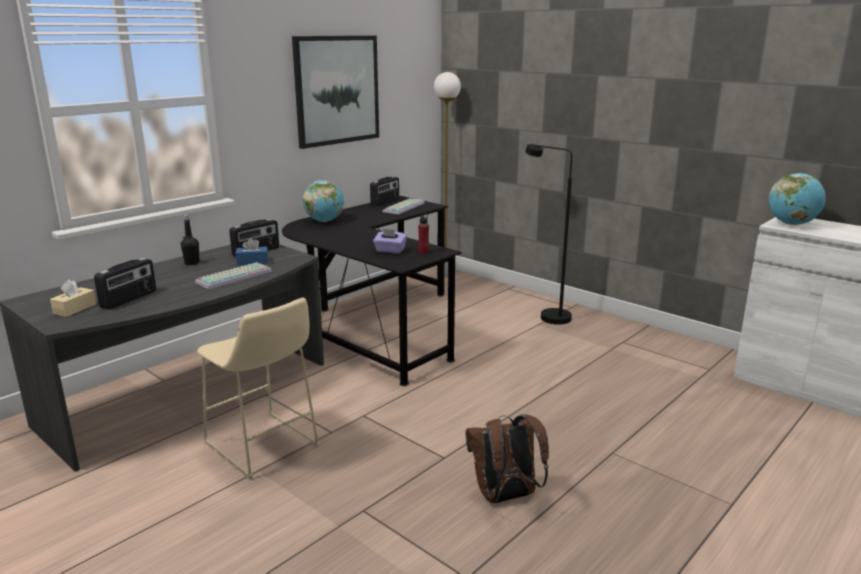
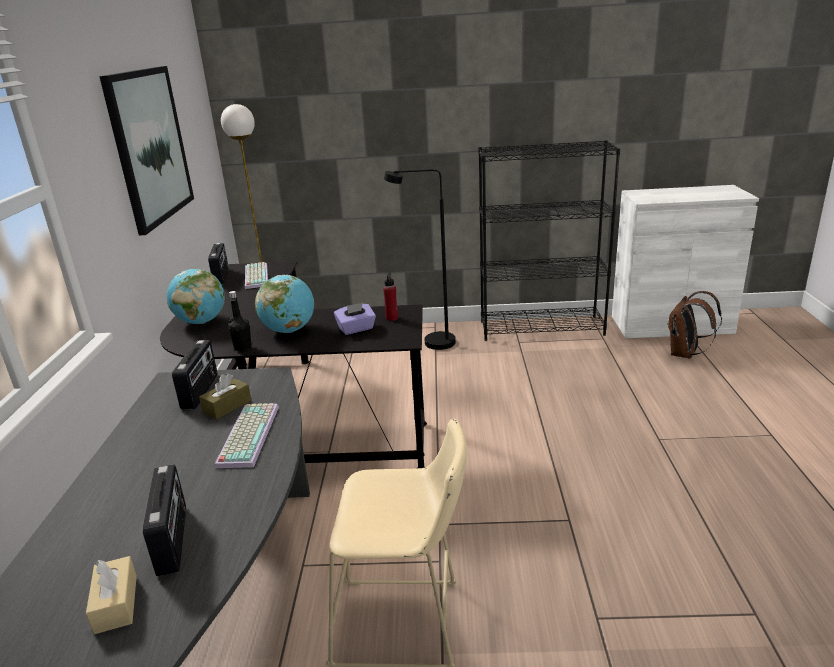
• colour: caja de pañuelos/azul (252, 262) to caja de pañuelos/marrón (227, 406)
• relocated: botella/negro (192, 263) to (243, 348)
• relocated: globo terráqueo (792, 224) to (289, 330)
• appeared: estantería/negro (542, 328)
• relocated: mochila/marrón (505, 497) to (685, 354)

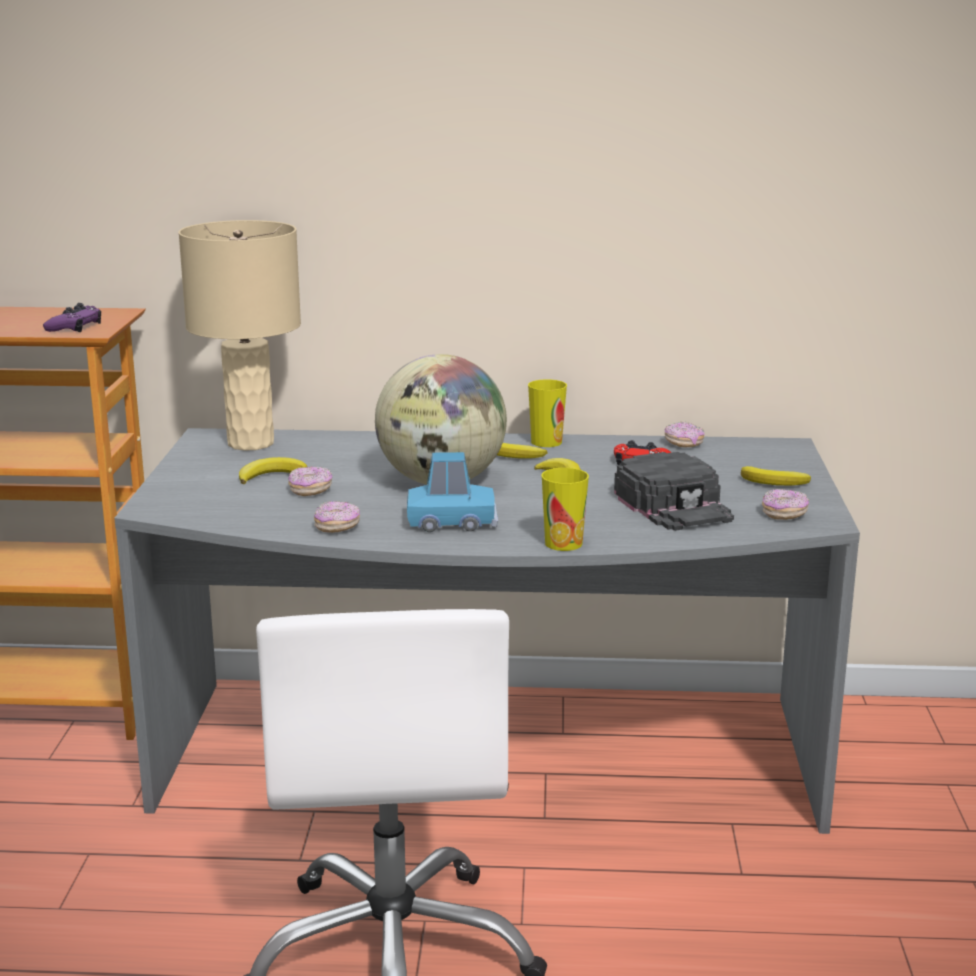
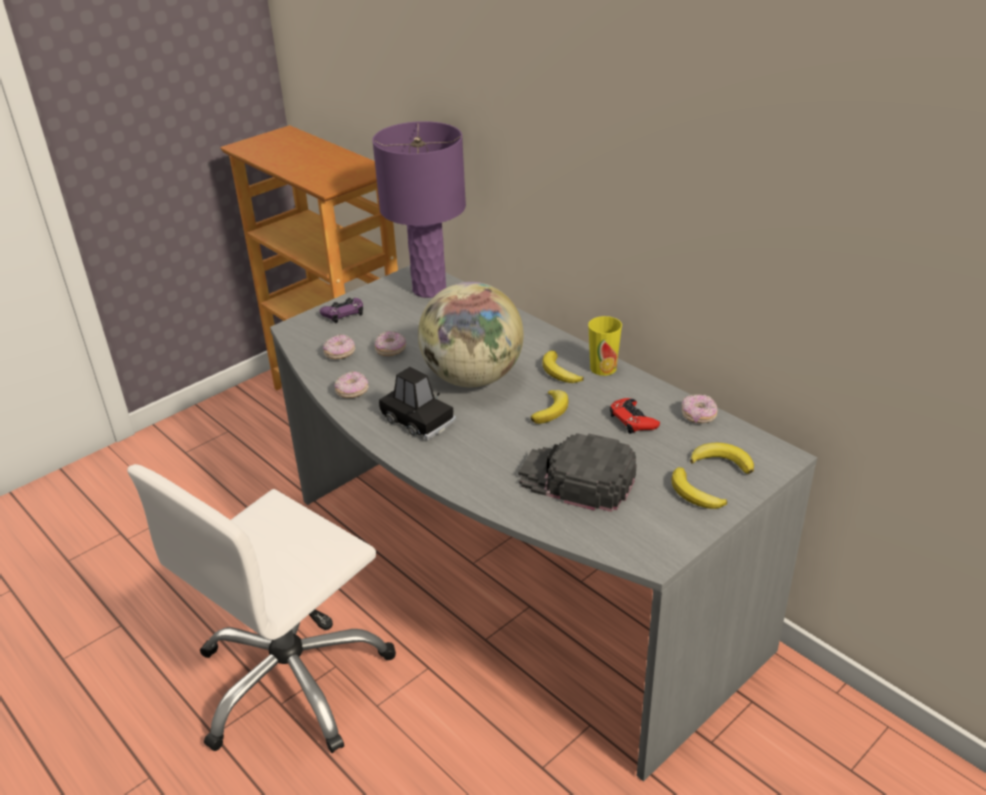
• relocated: mando de consola/morado (74, 326) to (343, 313)
• relocated: rosquilla (784, 514) to (340, 354)
• colour: lámpara de mesa/beis (250, 443) to lámpara de mesa/morado (429, 289)
• colour: coche de juguete/azul (452, 521) to coche de juguete/negro (417, 420)
• spun: gorra/negro (674, 505) = (577, 479) 90 degrees clockwise
• relocated: plátano (271, 475) to (722, 461)
• missing: taza (563, 543)

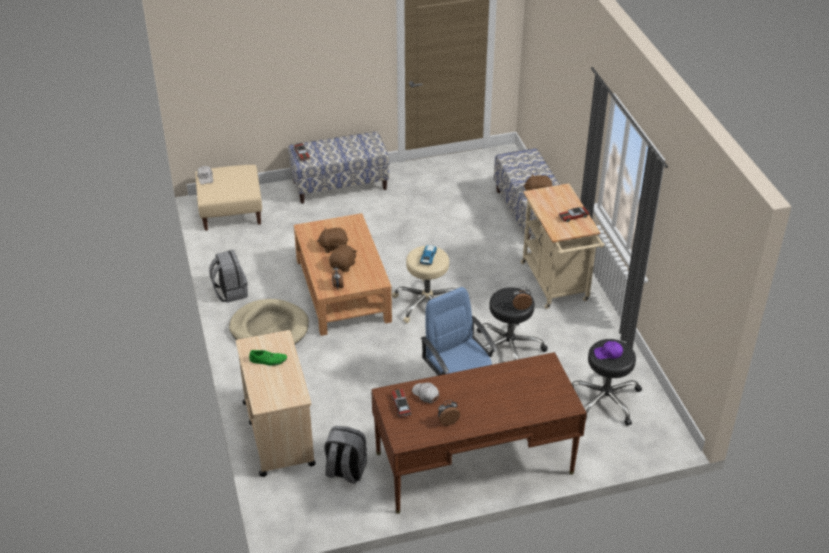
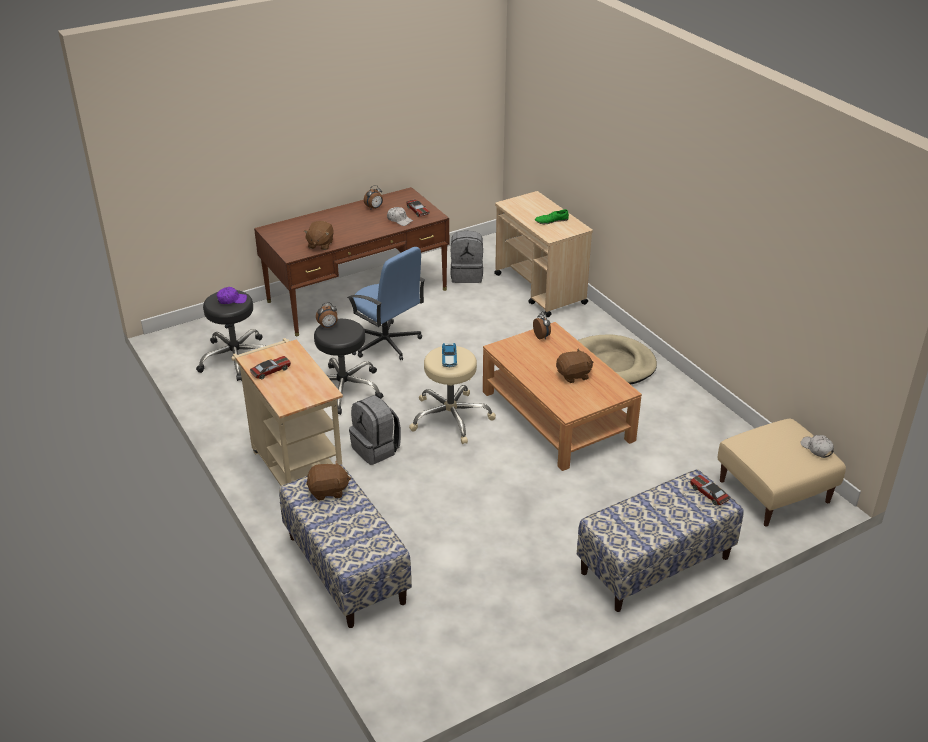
• relocated: peluche/marrón (343, 265) to (320, 244)
• relocated: mochila/gris (230, 292) to (376, 449)

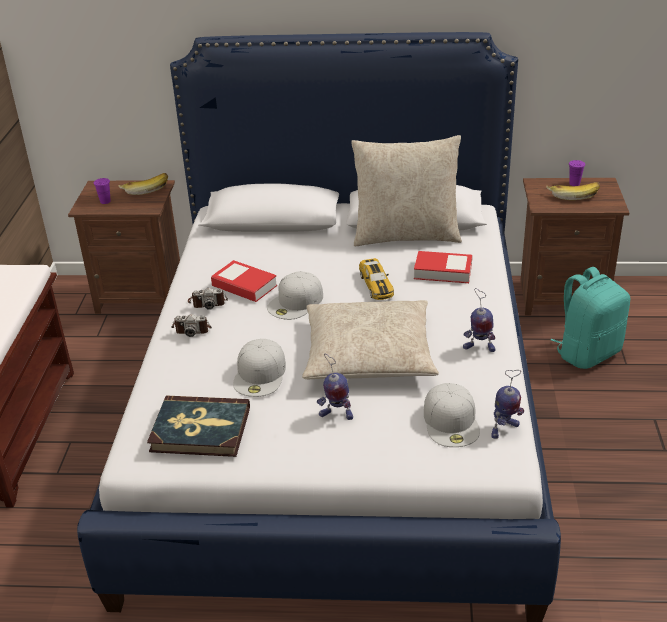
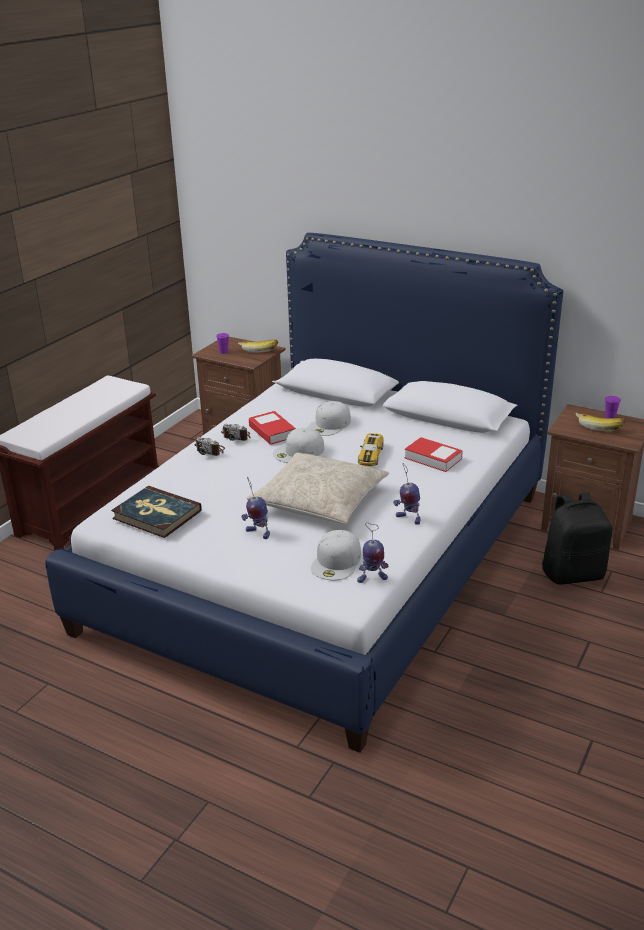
• relocated: gorra/blanco (260, 374) to (329, 424)
• colour: mochila/turquesa (587, 353) to mochila/negro (572, 573)
• missing: cojín/beis (406, 235)

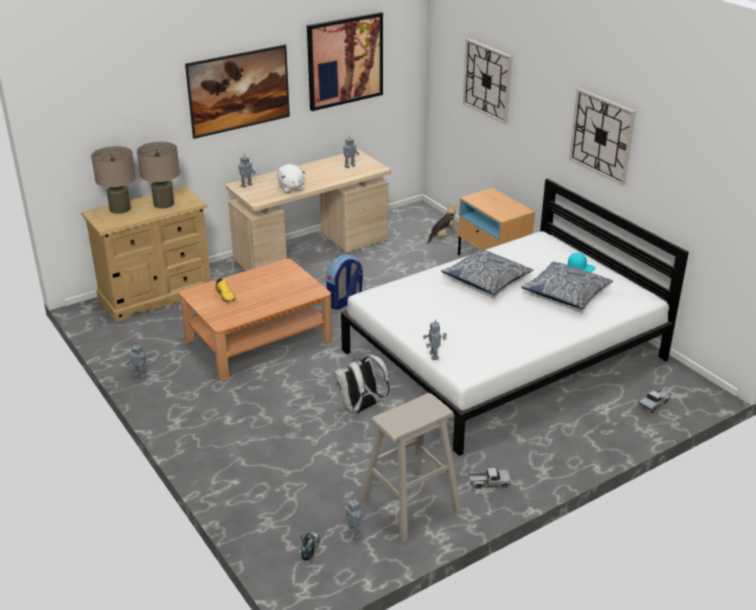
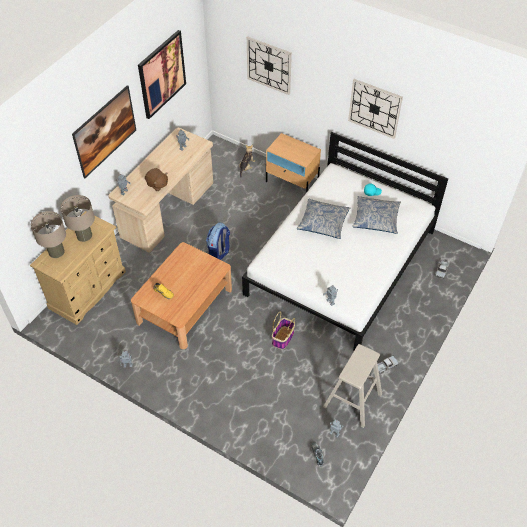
• colour: peluche/blanco (291, 188) to peluche/marrón (157, 185)
• exchanged: mochila/blanco (361, 408) to cesta (283, 338)

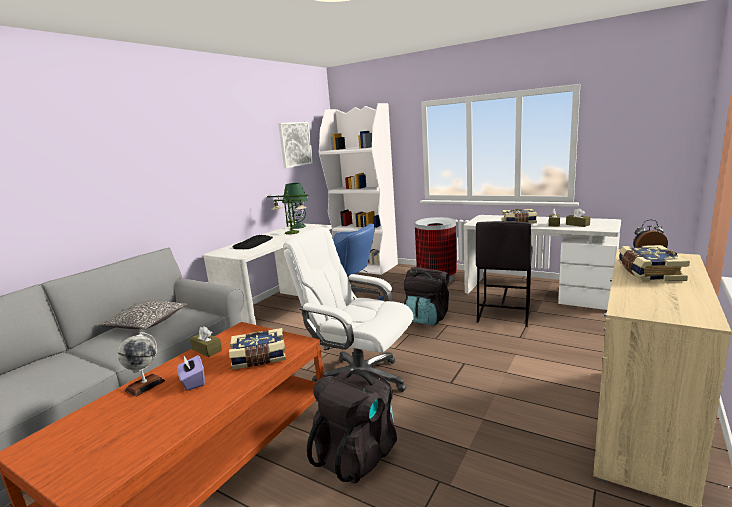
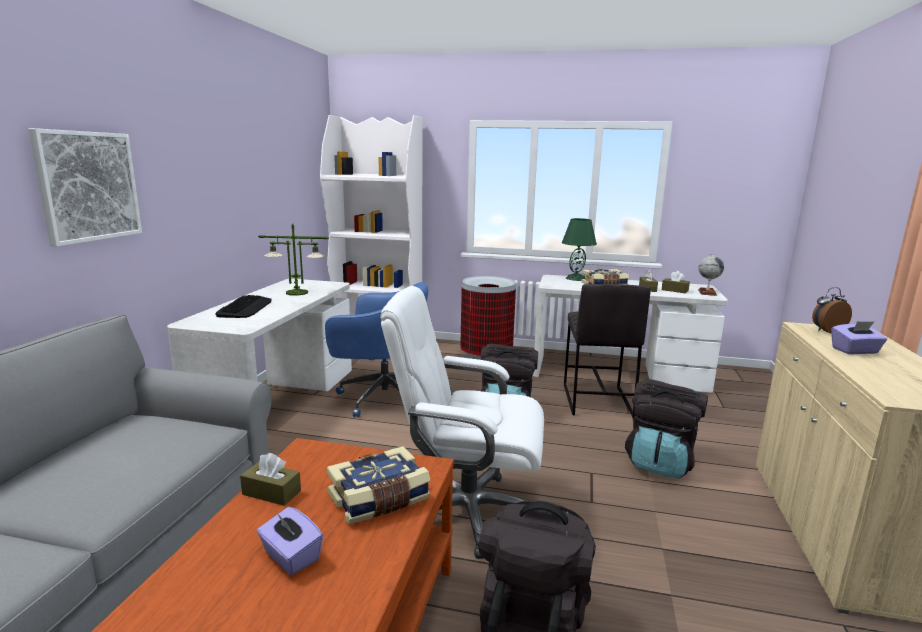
• relocated: cuadro (295, 144) to (88, 186)
• relocated: lámpara de mesa/verde (298, 226) to (576, 278)
• appeared: mochila/negro (660, 462)
• relocated: globo terráqueo (145, 385) to (707, 292)
• exchanged: libro (648, 273) to caja de pañuelos/morado (855, 351)
• missing: cojín (146, 323)

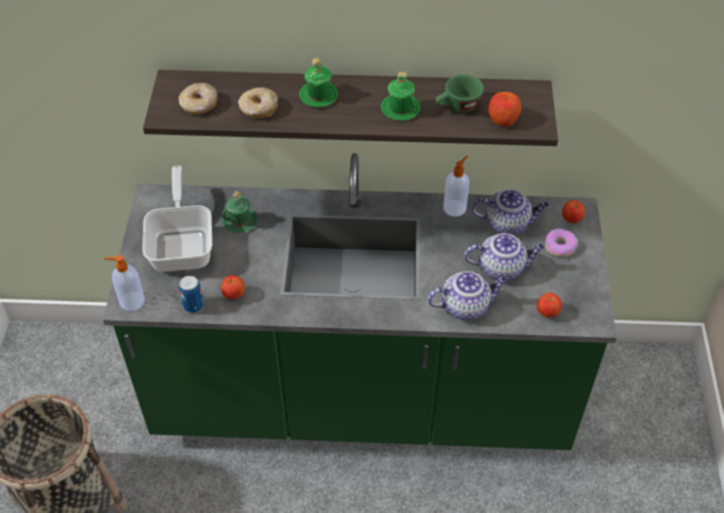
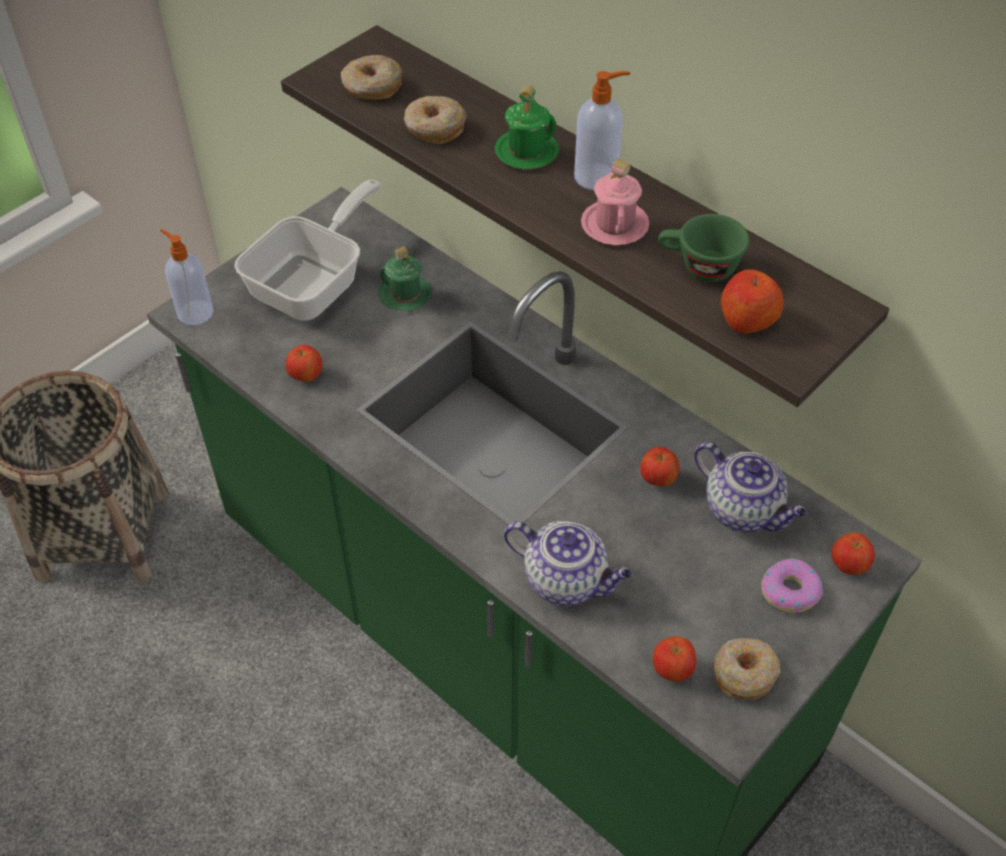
• relocated: dispensador de jabón (455, 207) to (597, 176)
• colour: taza grande/verde (400, 108) to taza grande/rosa (614, 225)
• appeared: manzana (658, 479)
• appeared: rosquilla (744, 673)
• missing: lata (193, 305)
• missing: tetera (502, 268)

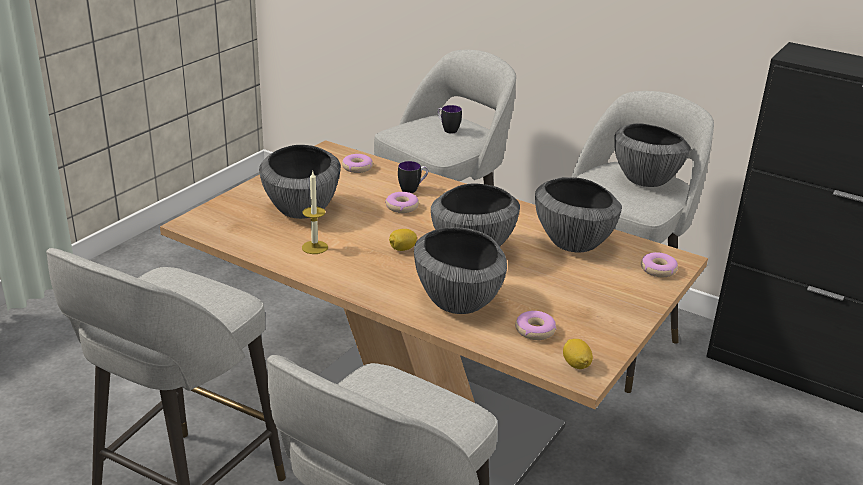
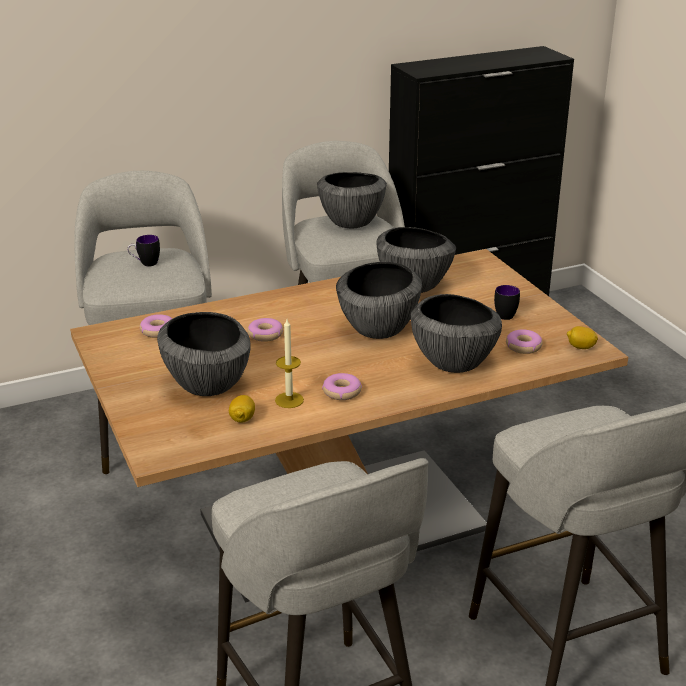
• relocated: limón (402, 249) to (242, 419)
• relocated: rosquilla (658, 270) to (342, 392)
• relocated: taza grande (413, 189) to (505, 314)

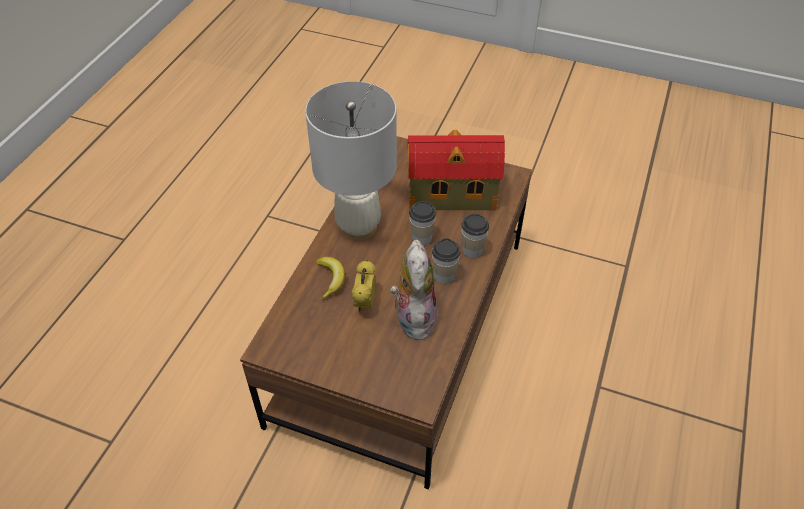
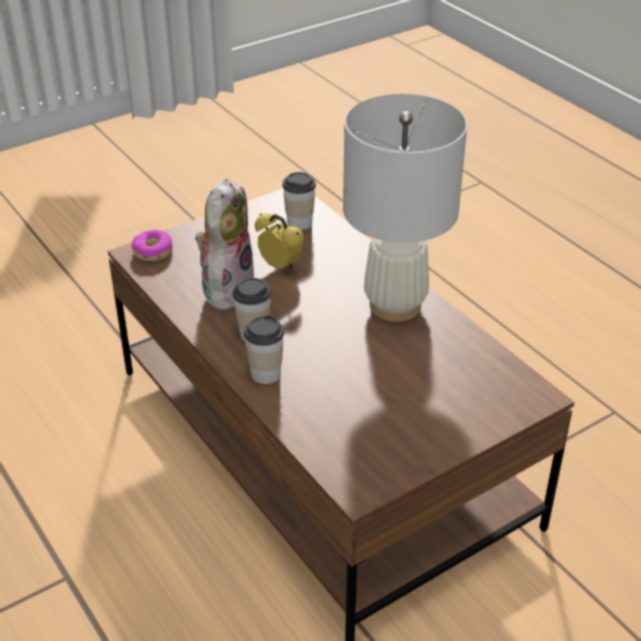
• appeared: rosquilla (152, 251)
• spun: peluche (413, 317) = (227, 289) 105 degrees counterclockwise
• relocated: taza (421, 238) to (299, 223)
• missing: plátano (330, 279)
• missing: casita (449, 195)

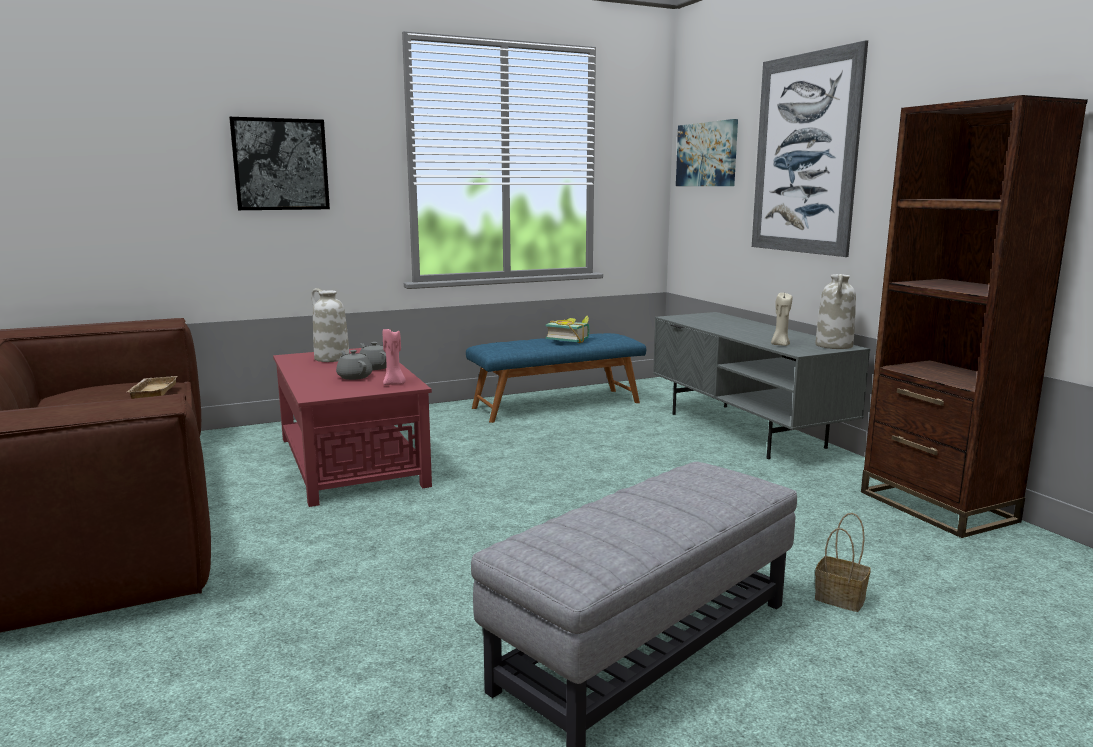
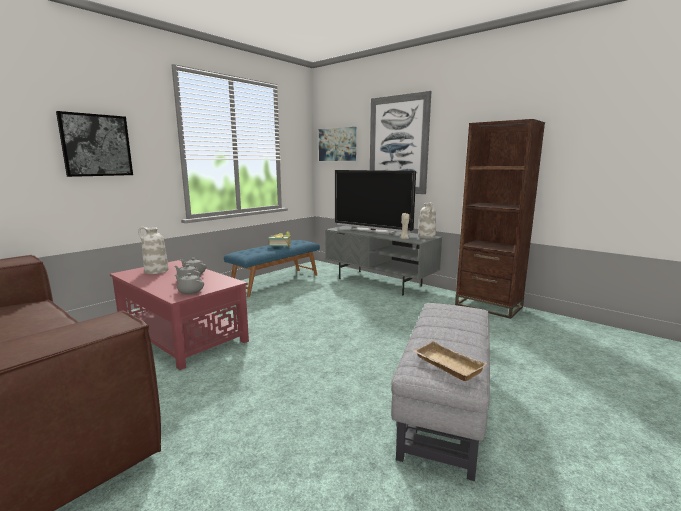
• appeared: tetera/gris (190, 291)
• appeared: televisor (373, 231)
• relocated: bandeja/beis (152, 391) to (445, 365)
• missing: vela/rosa (394, 384)
• missing: cesta (838, 598)

